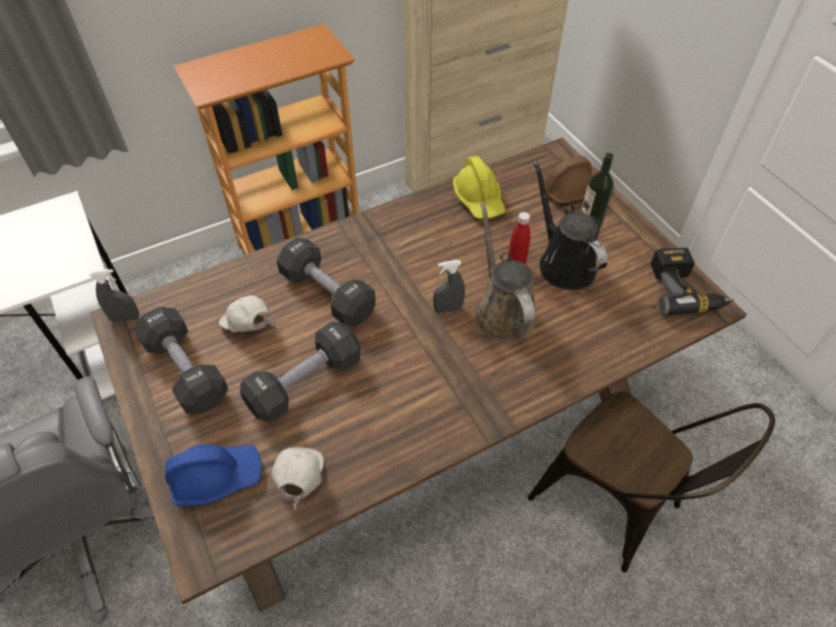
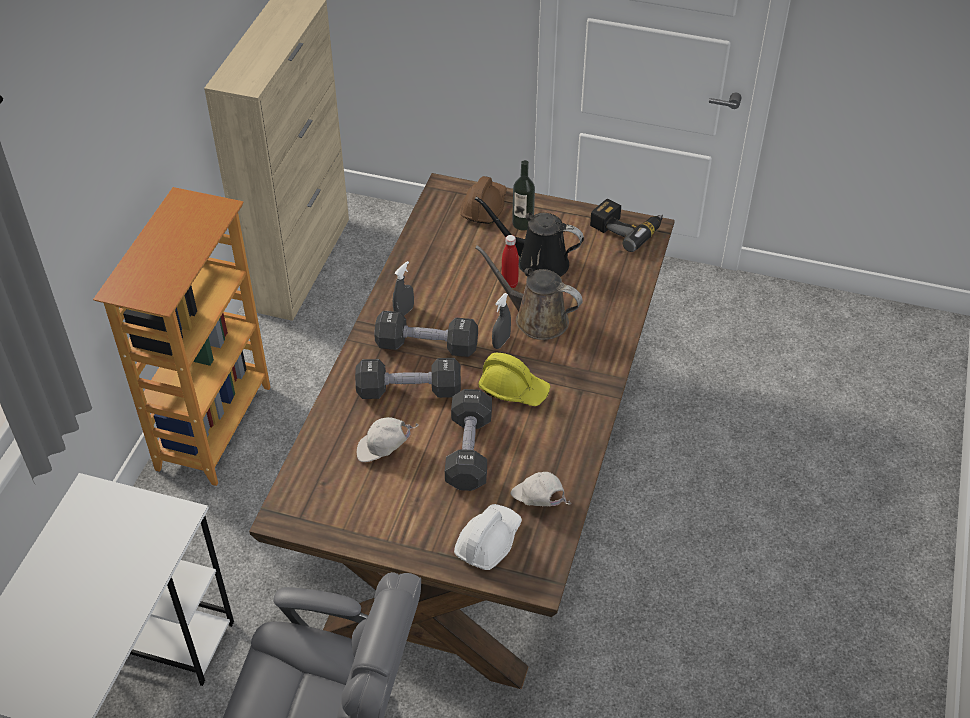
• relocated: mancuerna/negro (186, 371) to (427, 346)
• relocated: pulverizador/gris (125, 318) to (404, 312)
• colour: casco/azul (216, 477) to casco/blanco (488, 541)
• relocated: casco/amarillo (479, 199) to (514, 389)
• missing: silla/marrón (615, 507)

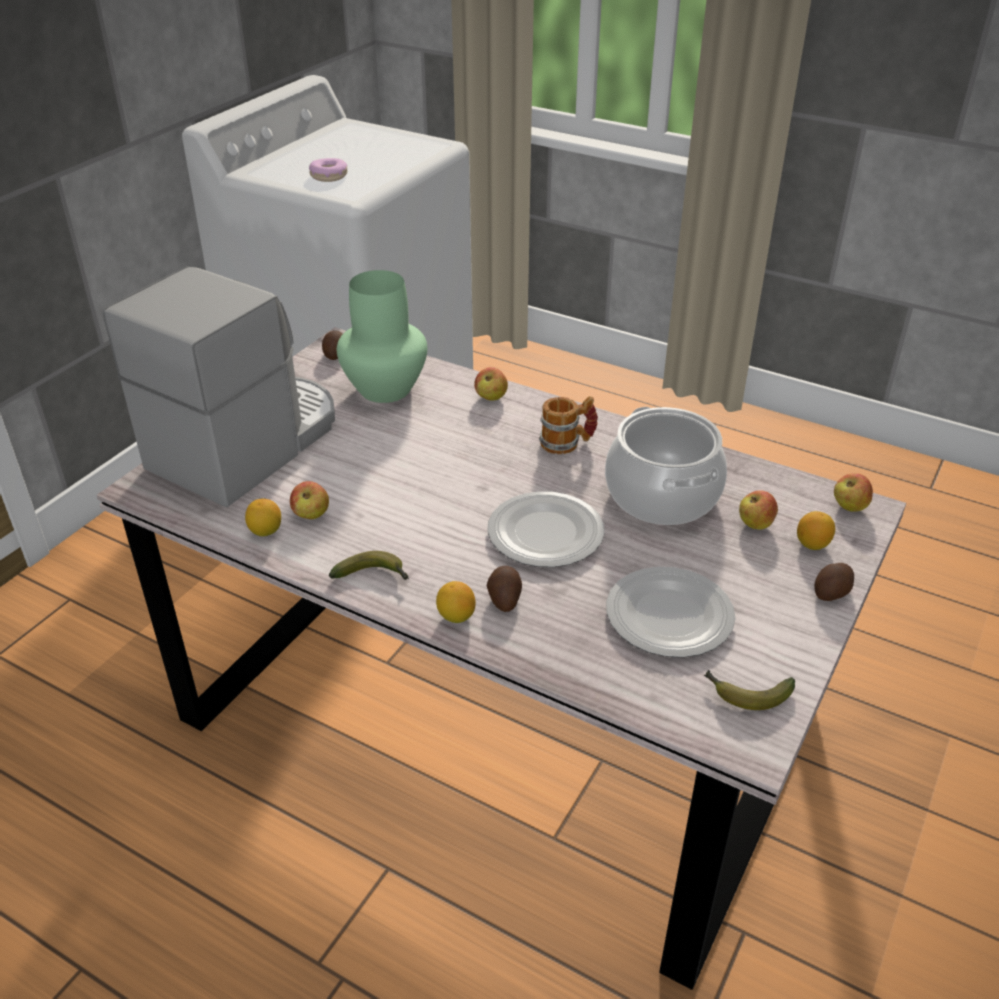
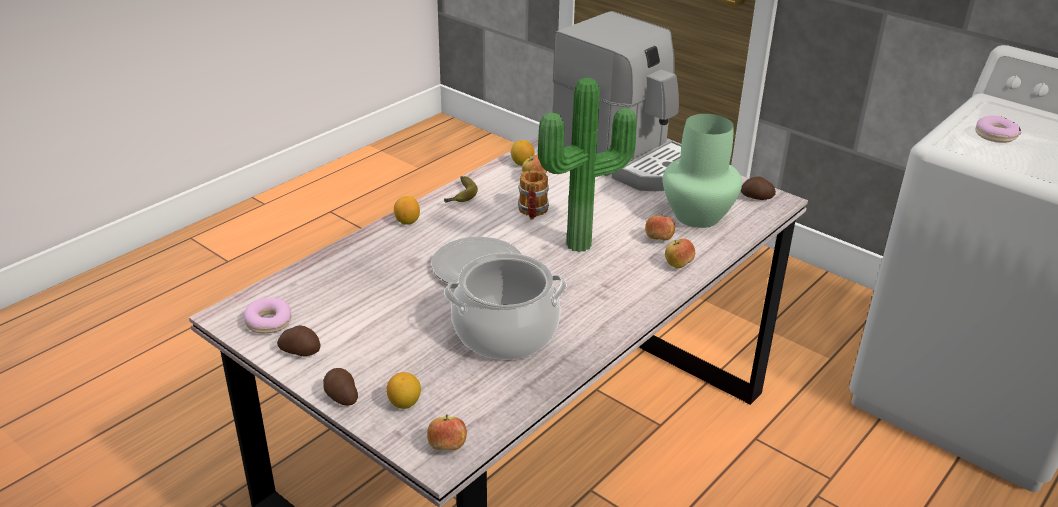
• exchanged: plátano (746, 694) to rosquilla (268, 322)
• relocated: patata (504, 598) to (300, 350)
• relocated: taza grande (567, 443) to (532, 212)
• appeared: planta en maceta (582, 247)
• relocated: manzana (755, 524) to (658, 239)
• missing: plato (669, 614)

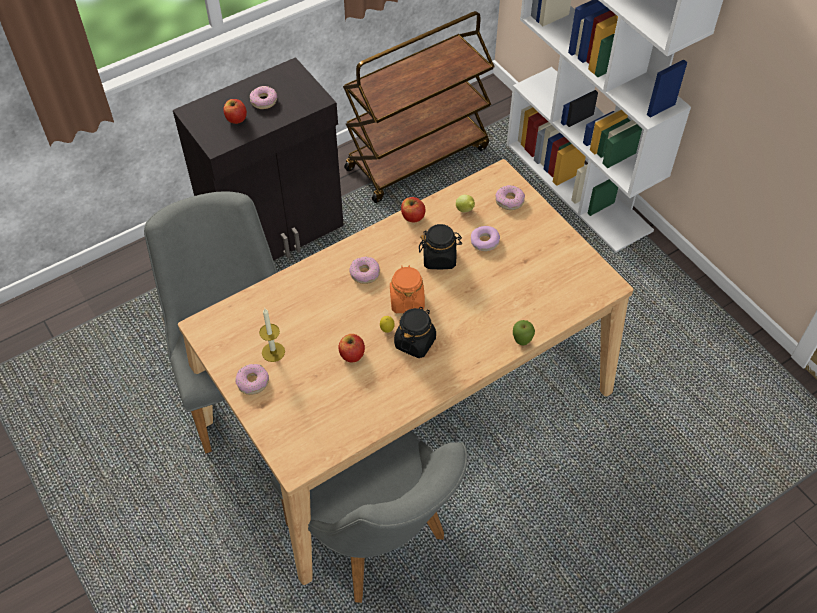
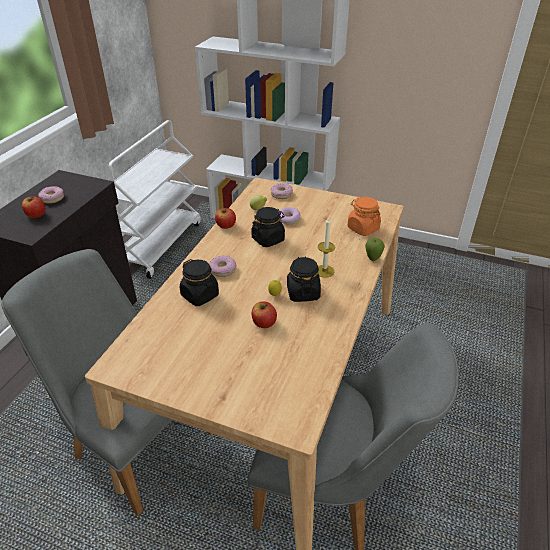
• colour: carrito/marrón (417, 157) to carrito/blanco (159, 244)
• appeared: tarro/negro (200, 295)
• relocated: vela (273, 352) to (324, 271)
• relocated: tarro/naranja (407, 301) to (363, 228)
• missing: rosquilla (253, 382)

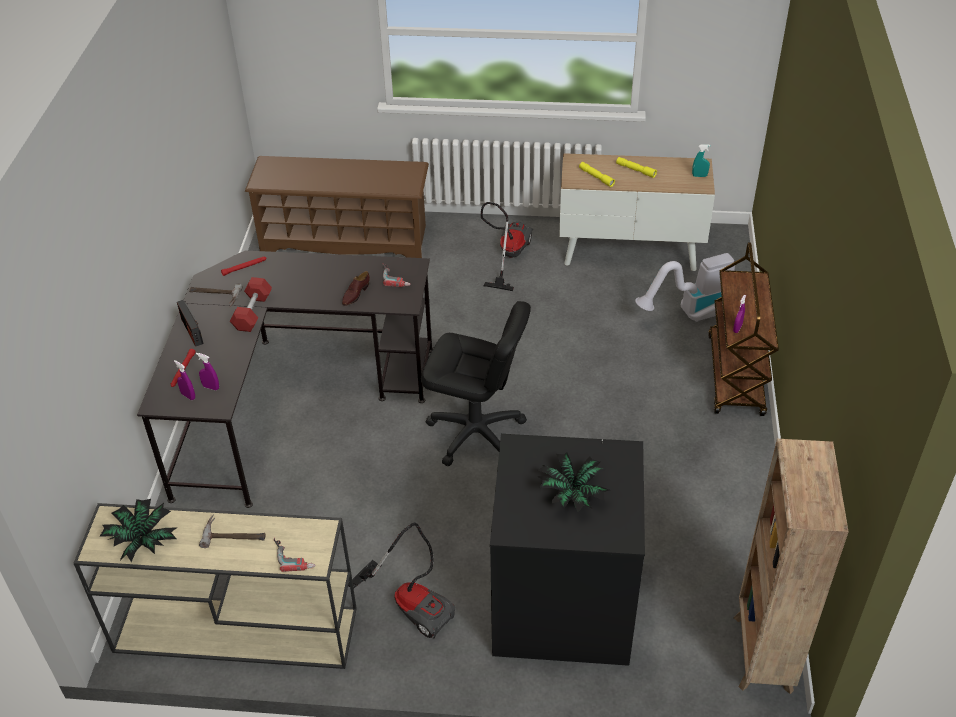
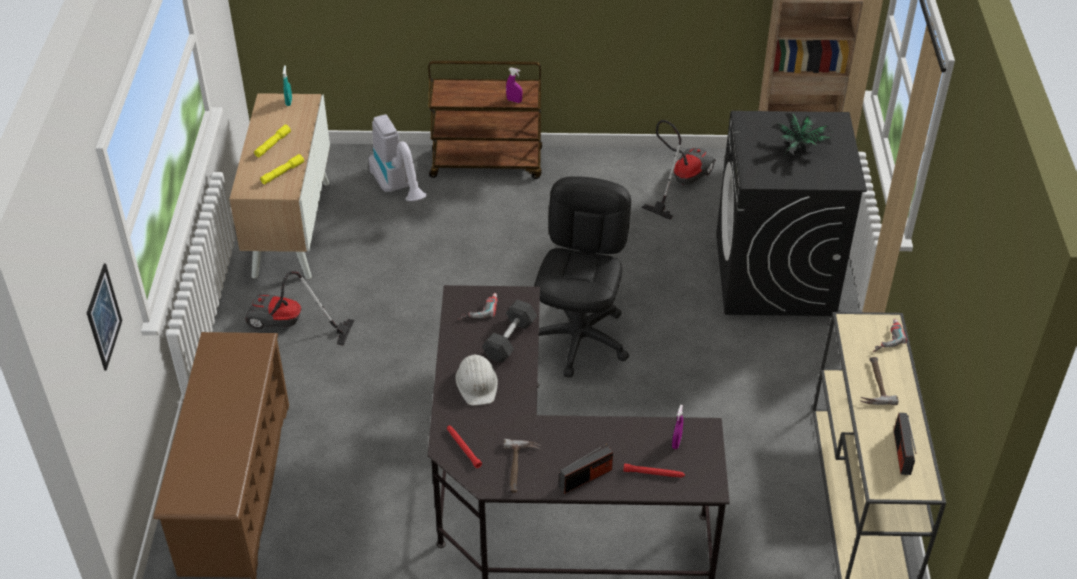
• appeared: cuadro (104, 317)
• appeared: casco/blanco (477, 383)
• exchanged: zapato/marrón (355, 294) to mancuerna/gris (510, 339)
• relocated: aspiradora (413, 603) to (680, 182)
• exchanged: planta en maceta (142, 540) to radio (902, 452)
• missing: pulverizador/morado (188, 396)
• missing: mancuerna/rojo (252, 312)

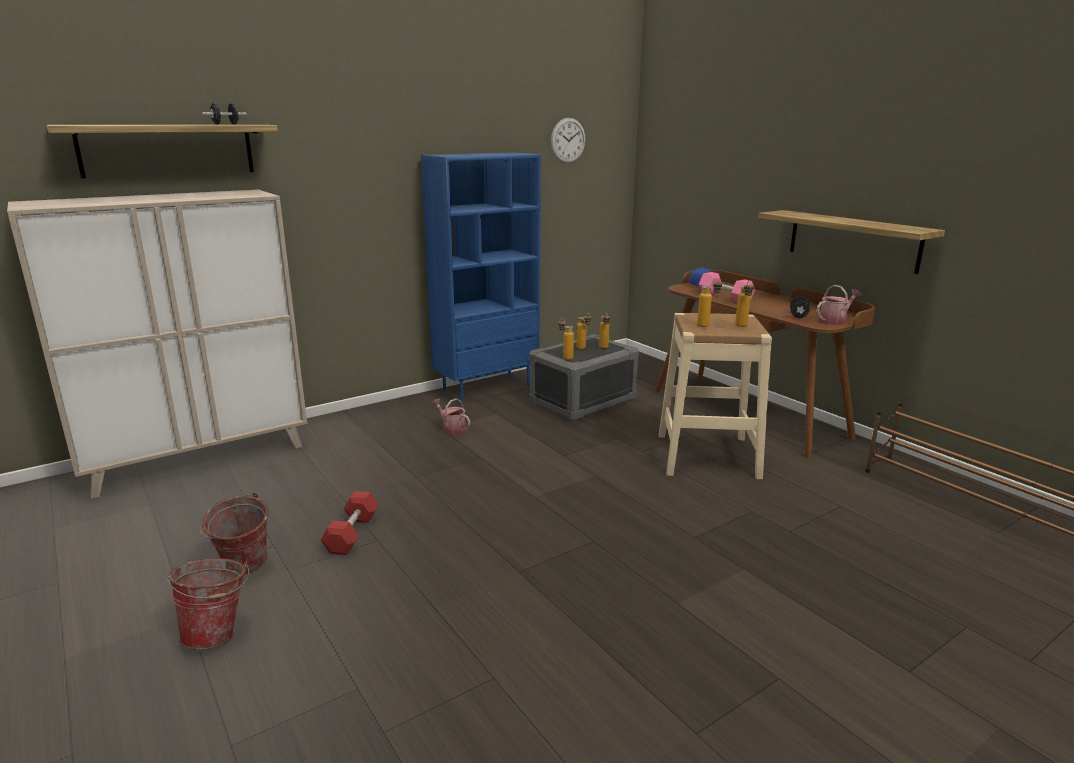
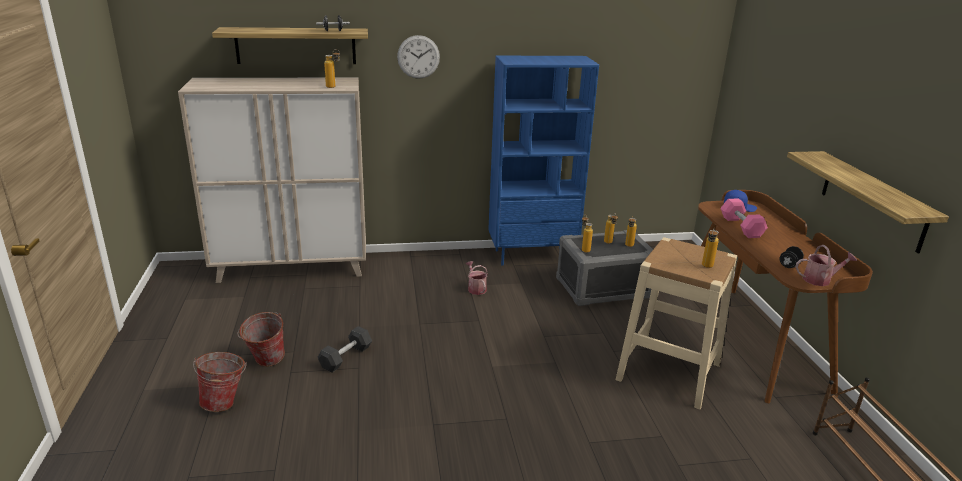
• colour: mancuerna/rojo (352, 534) to mancuerna/gris (346, 357)
• relocated: botella (707, 325) to (334, 87)
• relocated: reloj de pared (568, 140) to (418, 57)

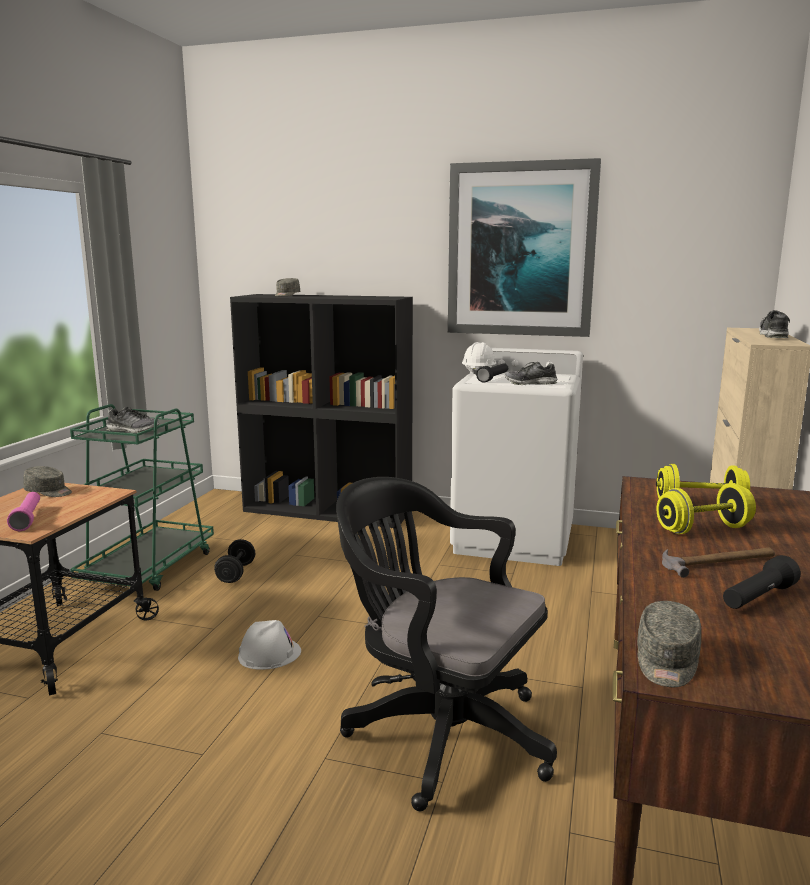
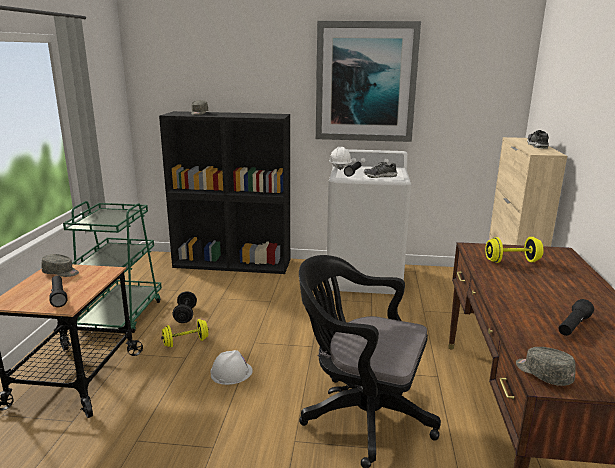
• colour: linterna/rosa (28, 518) to linterna/negro (58, 296)
• relocated: mancuerna/amarillo (703, 529) to (186, 342)
• spun: gorra/gris (666, 661) = (543, 374) 135 degrees clockwise
• missing: zapato (133, 430)
• missing: martillo (718, 562)

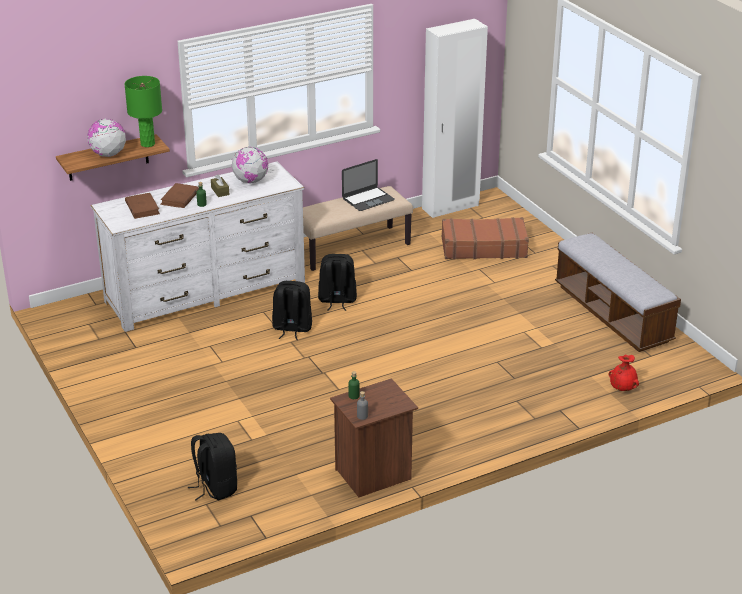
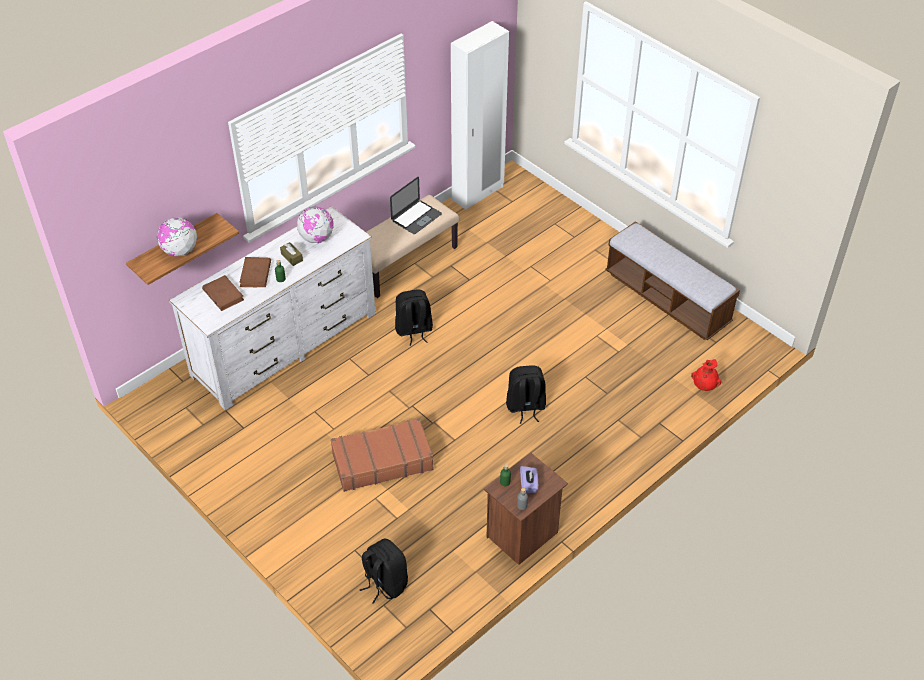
• relocated: maleta/marrón (483, 247) to (382, 461)
• relocated: mochila/negro (292, 328) to (525, 407)
• appeared: caja de pañuelos/morado (528, 484)
• missing: lámpara de mesa/verde (147, 144)

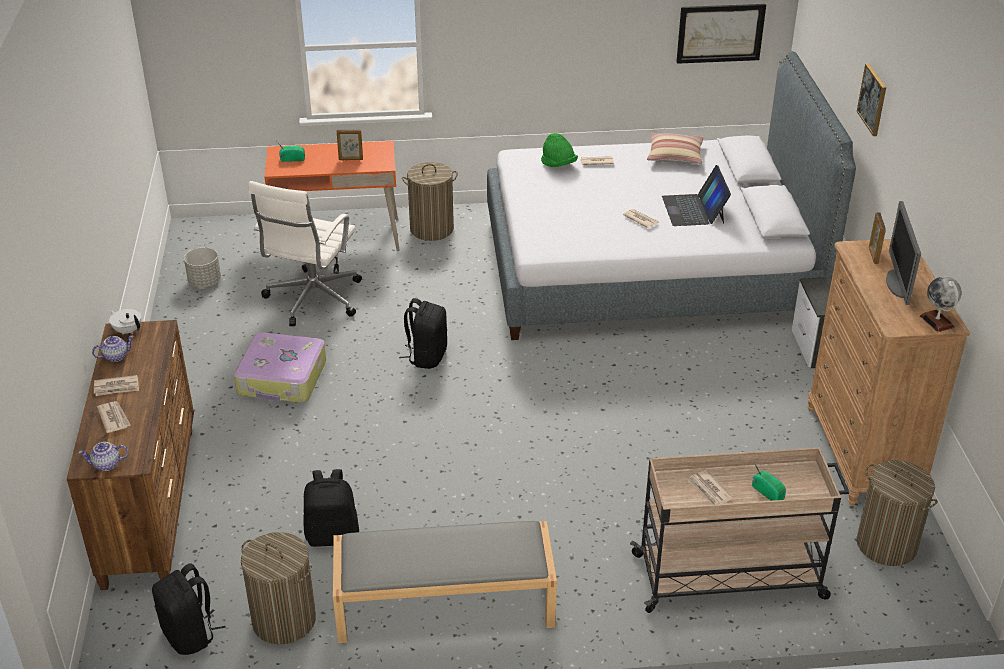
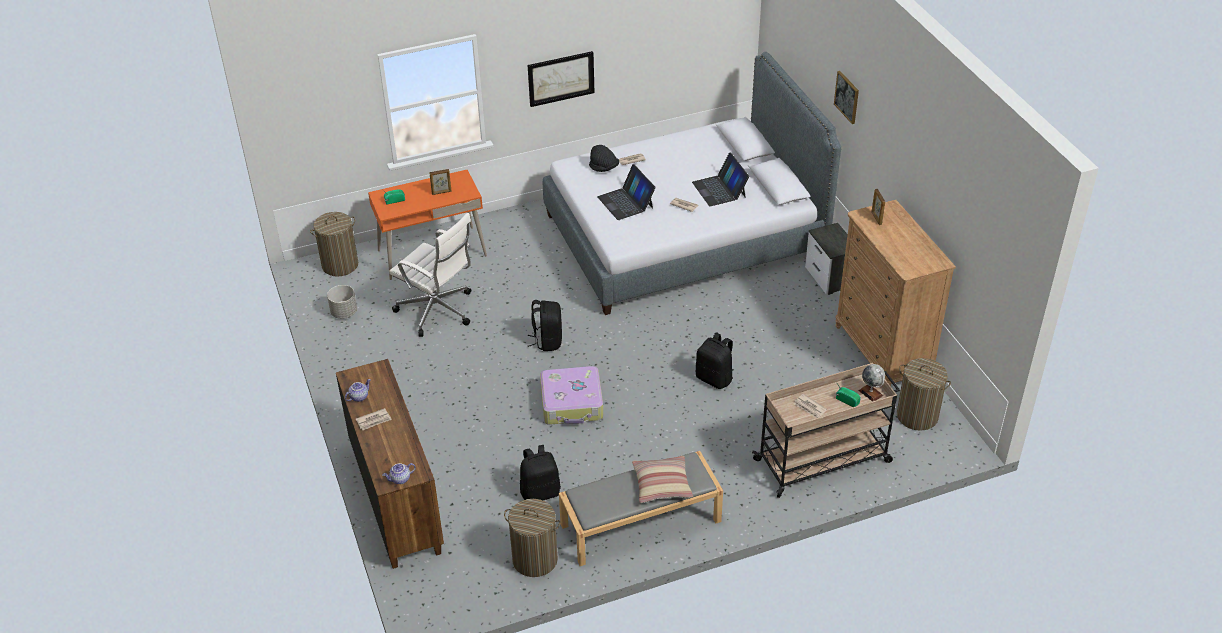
• relocated: cesto de la ropa (432, 229) to (340, 265)
• spun: silla de oficina/blanco (312, 300) = (437, 311) 60 degrees counterclockwise
• relocated: cuadro (720, 33) to (561, 78)
• relocated: maleta (282, 379) to (572, 403)
• colour: sombrero/verde (558, 165) to sombrero/negro (604, 168)
• appeared: portátil (626, 202)
• relocated: cojín (675, 155) to (662, 484)
• relocated: mochila/negro (190, 635) to (715, 378)
• relocated: globo terráqueo (937, 321) to (870, 393)
• missing: periódico (114, 418)
• missing: tetera/blanco (127, 330)
• missing: monitor (897, 284)

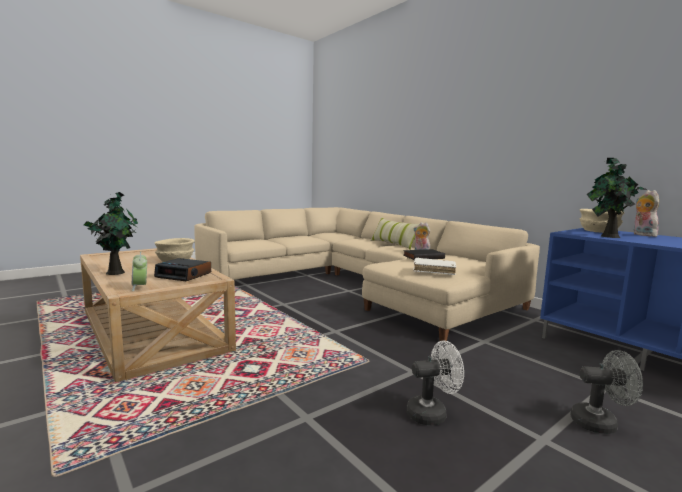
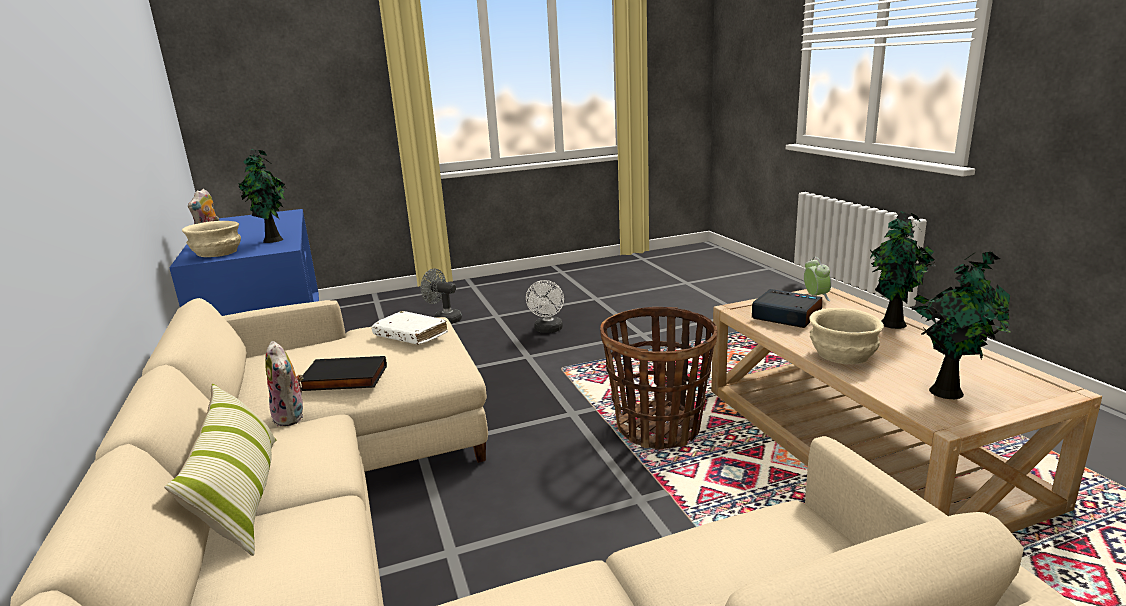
• spun: ventilador/blanco (432, 413) = (548, 330) 90 degrees counterclockwise
• appeared: cesta (658, 428)
• appeared: planta en maceta (948, 391)

